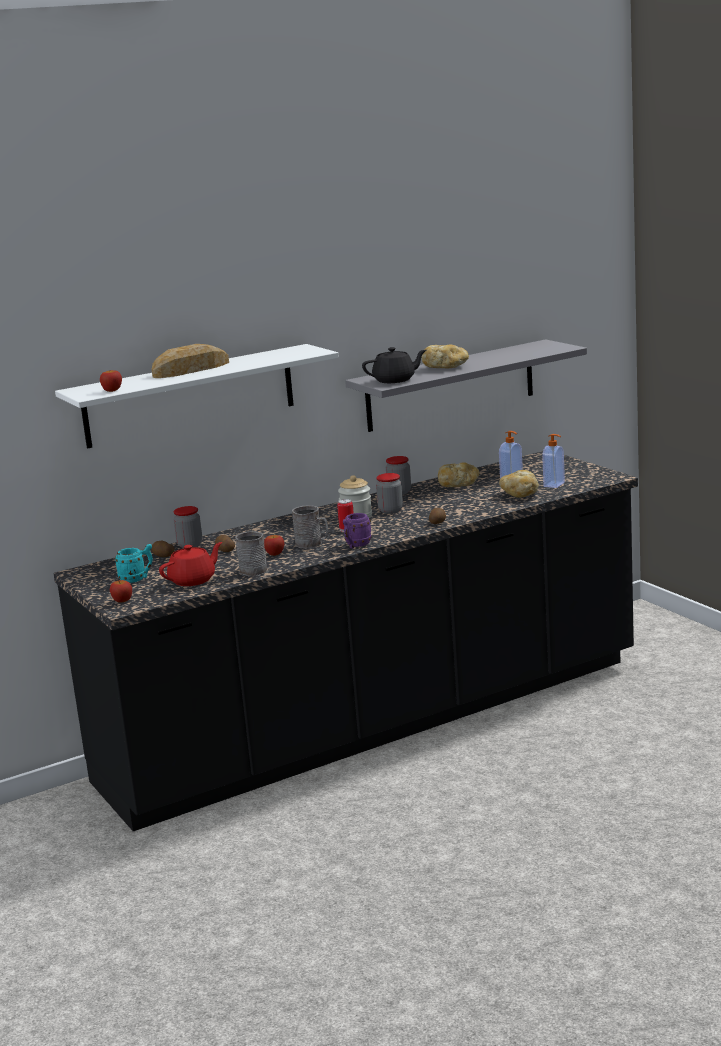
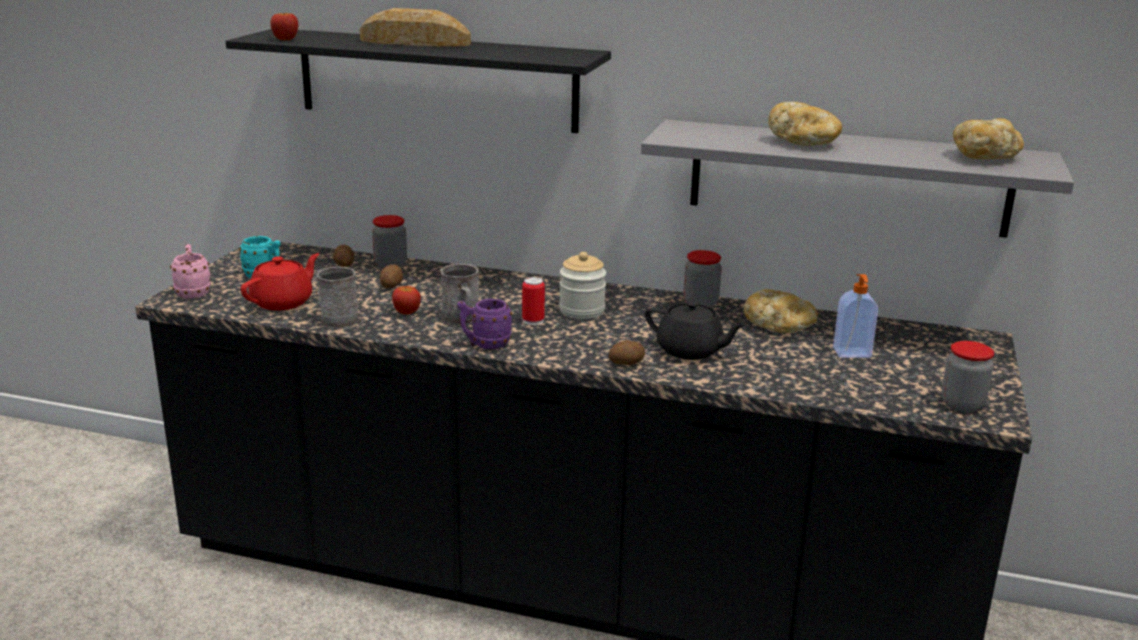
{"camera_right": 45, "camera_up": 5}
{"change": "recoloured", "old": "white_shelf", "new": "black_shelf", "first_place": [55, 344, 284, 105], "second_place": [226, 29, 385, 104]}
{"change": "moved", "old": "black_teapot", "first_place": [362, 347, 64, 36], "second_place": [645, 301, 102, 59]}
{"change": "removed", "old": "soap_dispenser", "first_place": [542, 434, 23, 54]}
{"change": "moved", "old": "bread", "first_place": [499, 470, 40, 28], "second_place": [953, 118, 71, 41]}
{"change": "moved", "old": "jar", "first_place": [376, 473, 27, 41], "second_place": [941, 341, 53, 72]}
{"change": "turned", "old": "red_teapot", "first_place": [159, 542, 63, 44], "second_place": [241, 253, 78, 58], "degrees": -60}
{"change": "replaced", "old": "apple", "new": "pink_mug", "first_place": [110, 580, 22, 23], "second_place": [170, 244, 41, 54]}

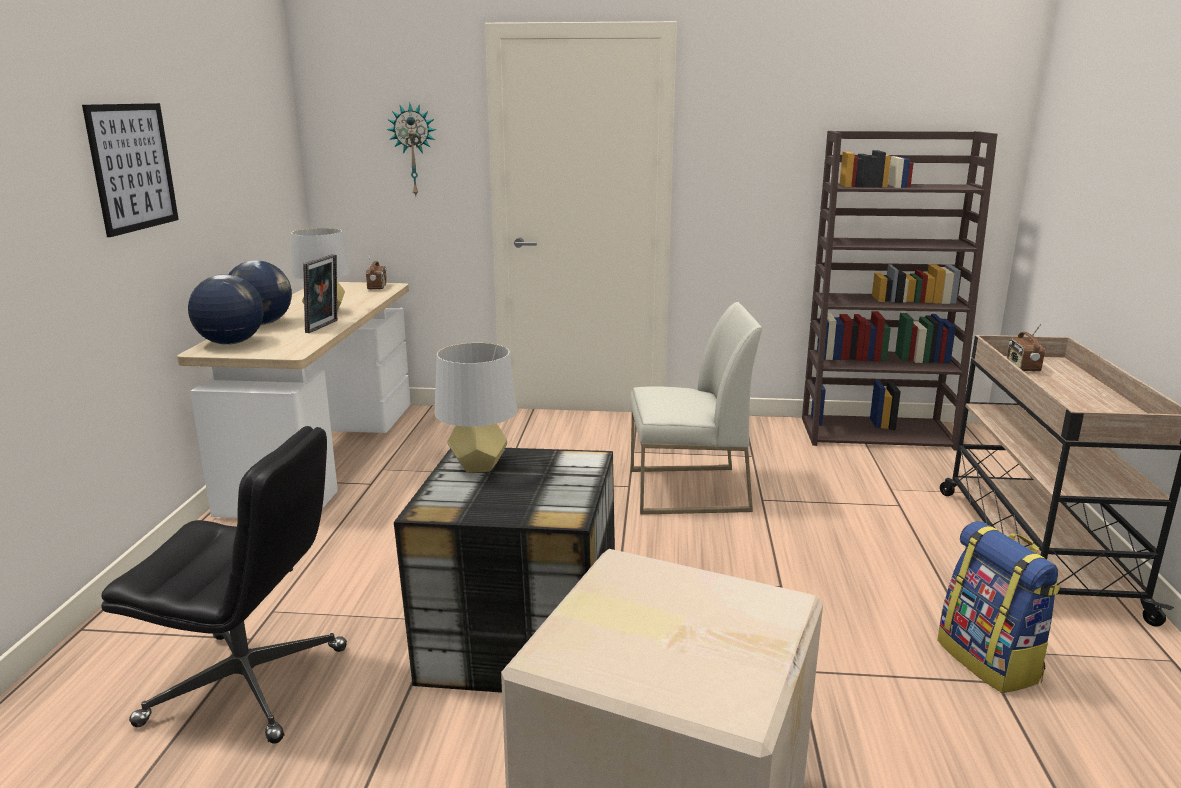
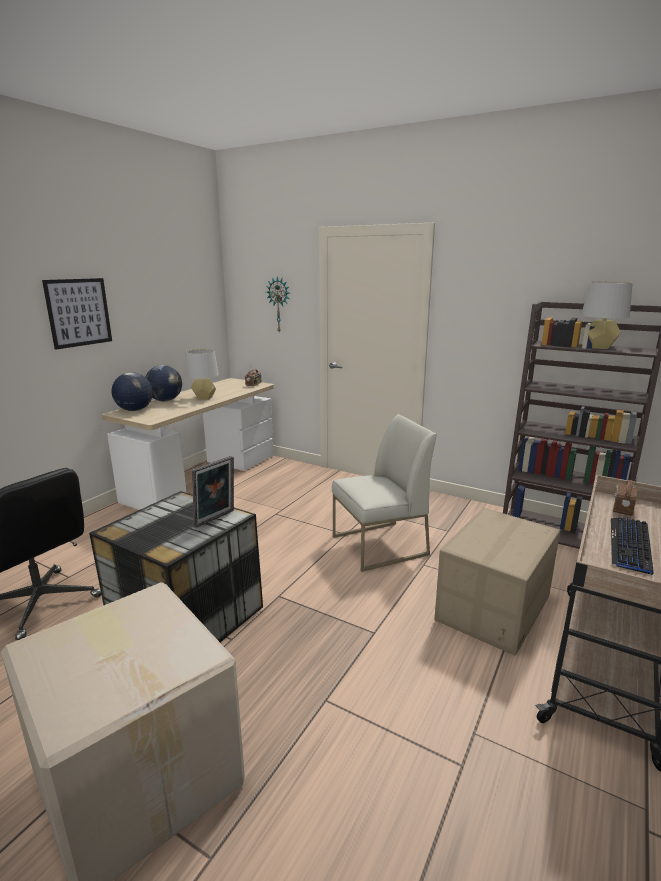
{"camera_right": 25, "camera_up": 0}
{"change": "moved", "old": "picture_frame", "first_place": [303, 254, 34, 79], "second_place": [192, 456, 42, 72]}
{"change": "turned", "old": "white_chair", "first_place": [630, 302, 132, 213], "second_place": [332, 414, 104, 158], "degrees": -45}
{"change": "moved", "old": "grey_table_lamp", "first_place": [435, 343, 82, 130], "second_place": [581, 282, 52, 67]}
{"change": "removed", "old": "backpack", "first_place": [937, 521, 123, 172]}
{"change": "added", "new": "cardboard_box", "second_place": [434, 508, 126, 148]}
{"change": "added", "new": "keyboard", "second_place": [611, 517, 43, 58]}

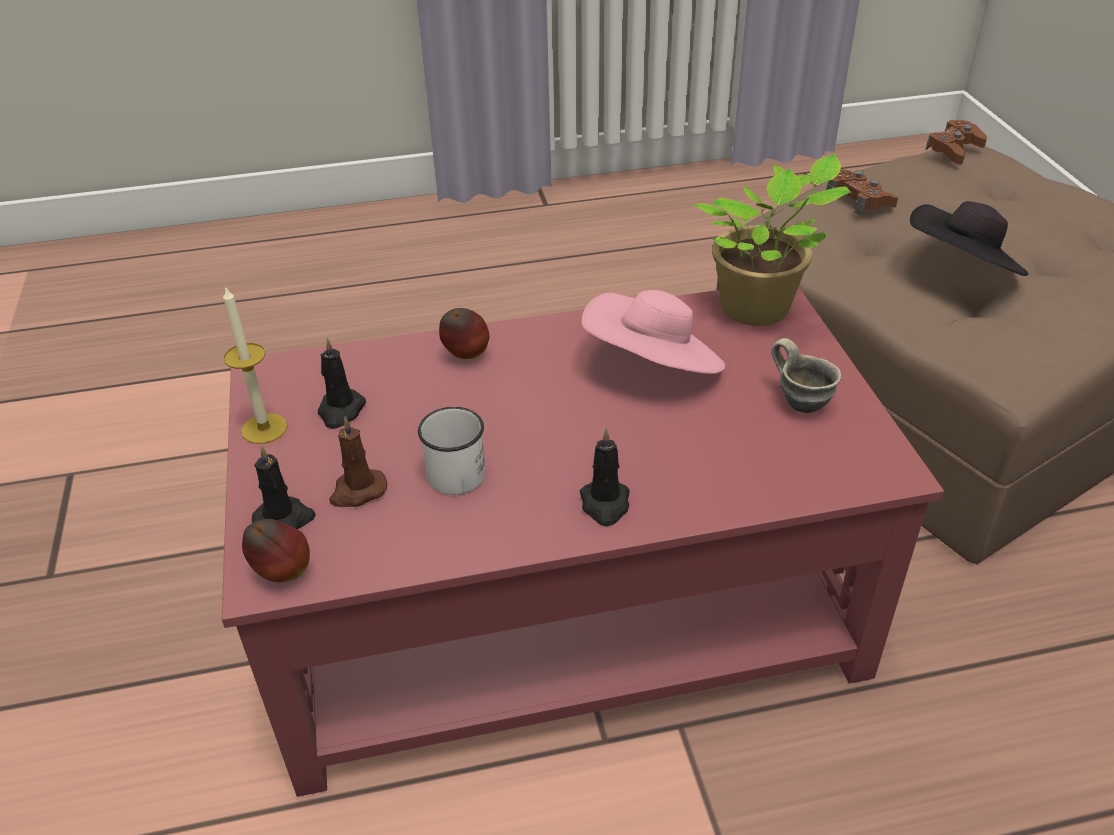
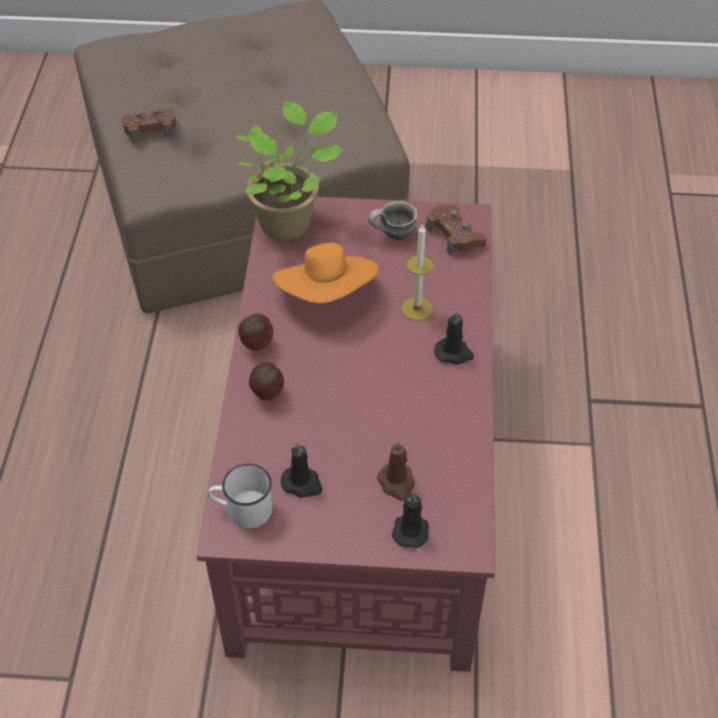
{"camera_right": -75, "camera_up": 10}
{"change": "moved", "old": "brown_game_controller", "first_place": [926, 120, 61, 45], "second_place": [426, 205, 61, 51]}
{"change": "removed", "old": "black_hat", "first_place": [910, 201, 118, 75]}
{"change": "moved", "old": "candle", "first_place": [223, 286, 65, 158], "second_place": [402, 224, 32, 97]}
{"change": "recoloured", "old": "pink_hat", "new": "orange_hat", "first_place": [581, 290, 144, 84], "second_place": [272, 243, 107, 61]}
{"change": "moved", "old": "white_mug", "first_place": [418, 407, 67, 88], "second_place": [208, 464, 64, 64]}
{"change": "moved", "old": "apple", "first_place": [242, 519, 68, 64], "second_place": [238, 314, 36, 37]}

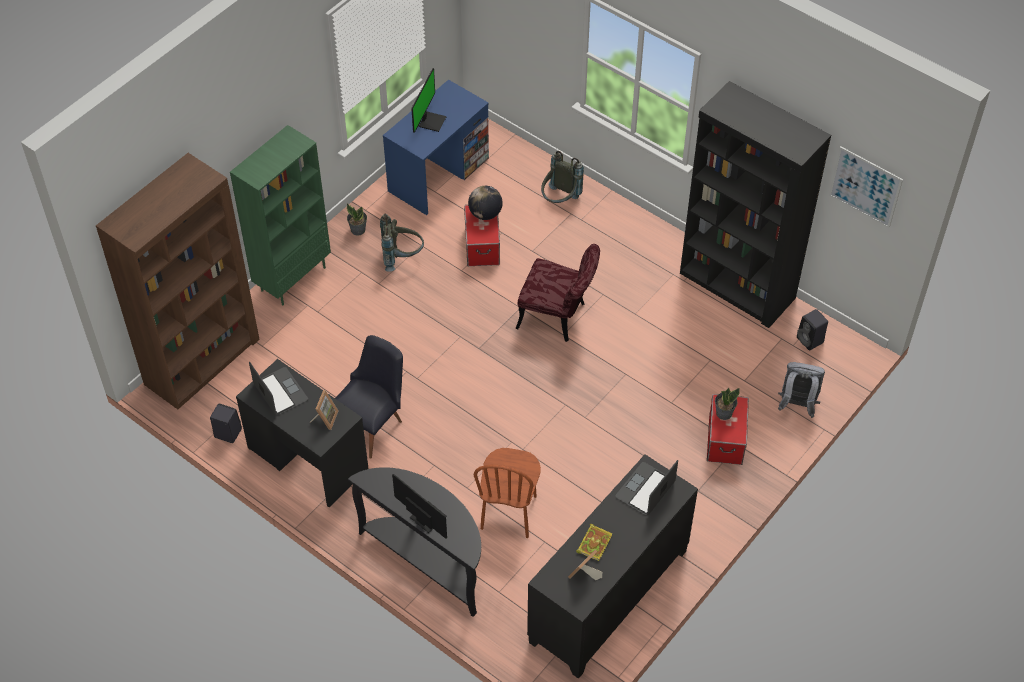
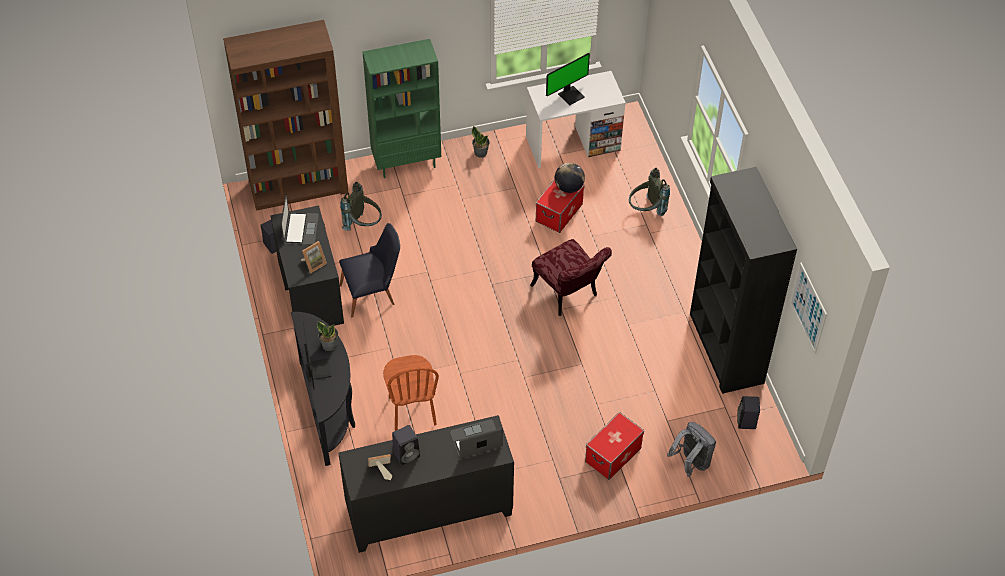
{"camera_right": 35, "camera_up": 0}
{"change": "recoloured", "old": "blue_desk", "new": "white_desk", "first_place": [383, 80, 106, 135], "second_place": [526, 71, 100, 97]}
{"change": "moved", "old": "grey_backpack", "first_place": [380, 213, 44, 59], "second_place": [340, 182, 42, 49]}
{"change": "moved", "old": "potted_plant", "first_place": [715, 388, 25, 32], "second_place": [317, 321, 21, 30]}
{"change": "turned", "old": "brown_chair", "first_place": [474, 448, 67, 90], "second_place": [383, 355, 56, 76], "degrees": -60}
{"change": "replaced", "old": "book", "new": "black_speaker", "first_place": [576, 524, 36, 37], "second_place": [392, 425, 28, 40]}

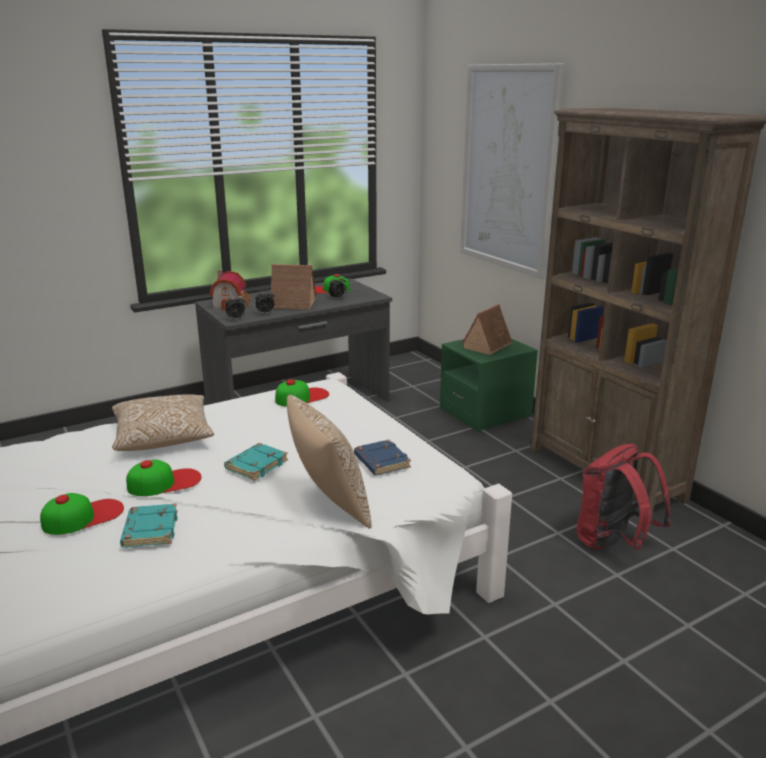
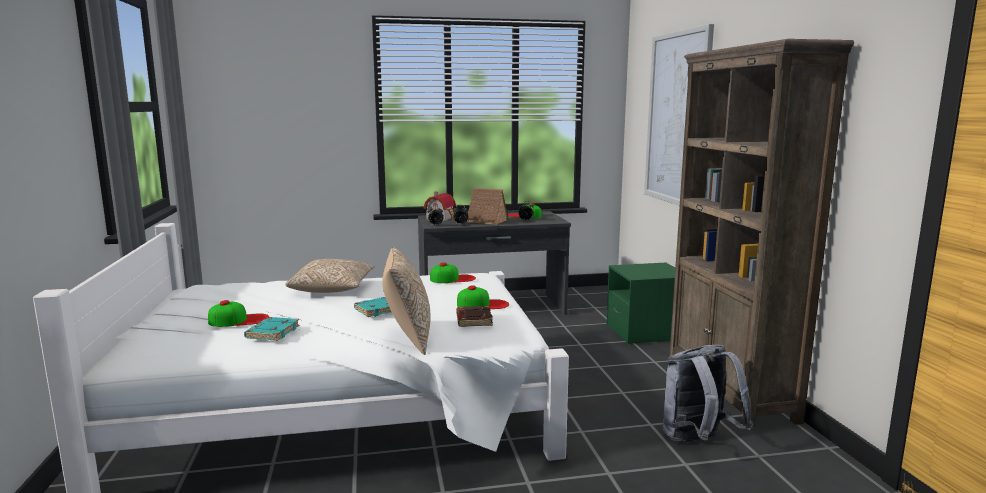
{"camera_right": 20, "camera_up": -10}
{"change": "removed", "old": "toy_house", "first_place": [461, 304, 52, 51]}
{"change": "recoloured", "old": "blue_book", "new": "brown_book", "first_place": [354, 440, 57, 36], "second_place": [456, 306, 37, 21]}
{"change": "recoloured", "old": "red_backpack", "new": "grey_backpack", "first_place": [577, 444, 94, 107], "second_place": [663, 345, 90, 98]}
{"change": "moved", "old": "cap", "first_place": [126, 459, 76, 37], "second_place": [457, 286, 52, 23]}

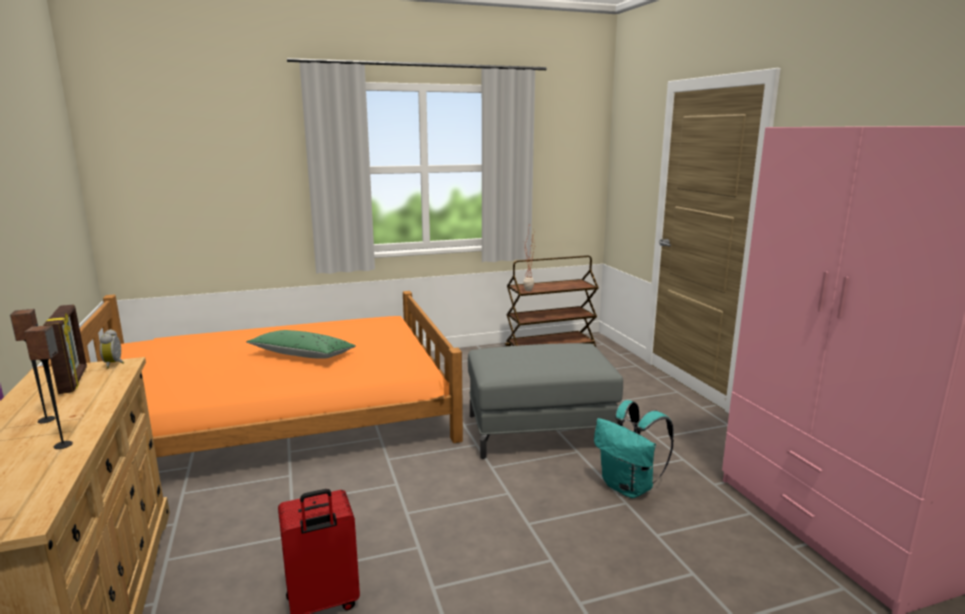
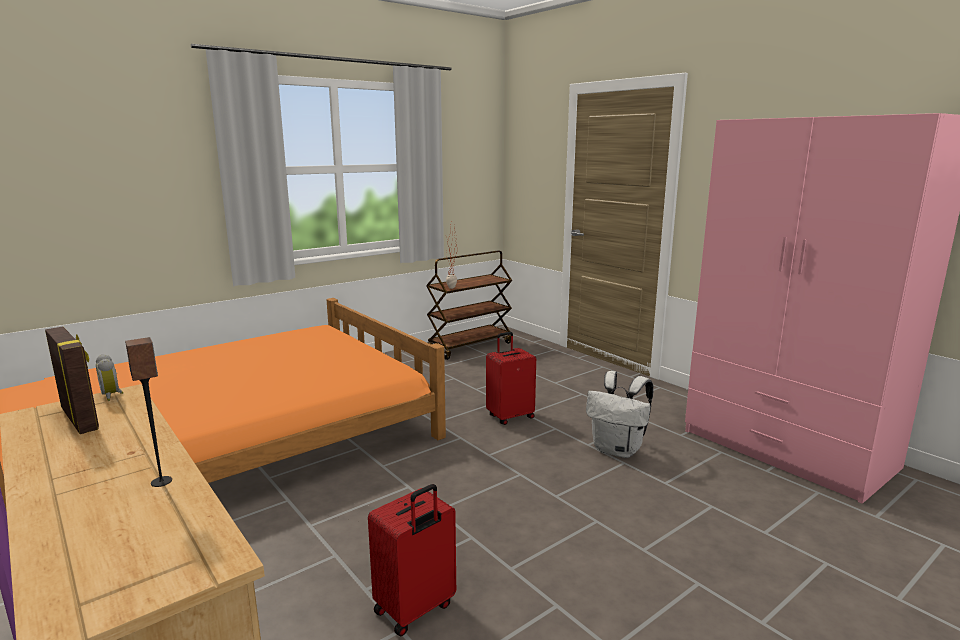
{"camera_right": -20, "camera_up": 0}
{"change": "removed", "old": "speaker", "first_place": [10, 309, 45, 114]}
{"change": "removed", "old": "green_pillow", "first_place": [246, 330, 110, 29]}
{"change": "replaced", "old": "grey_ottoman", "new": "red_suitcase", "first_place": [468, 343, 155, 116], "second_place": [486, 332, 50, 93]}
{"change": "recoloured", "old": "turquoise_backpack", "new": "white_backpack", "first_place": [594, 400, 80, 98], "second_place": [586, 371, 67, 87]}

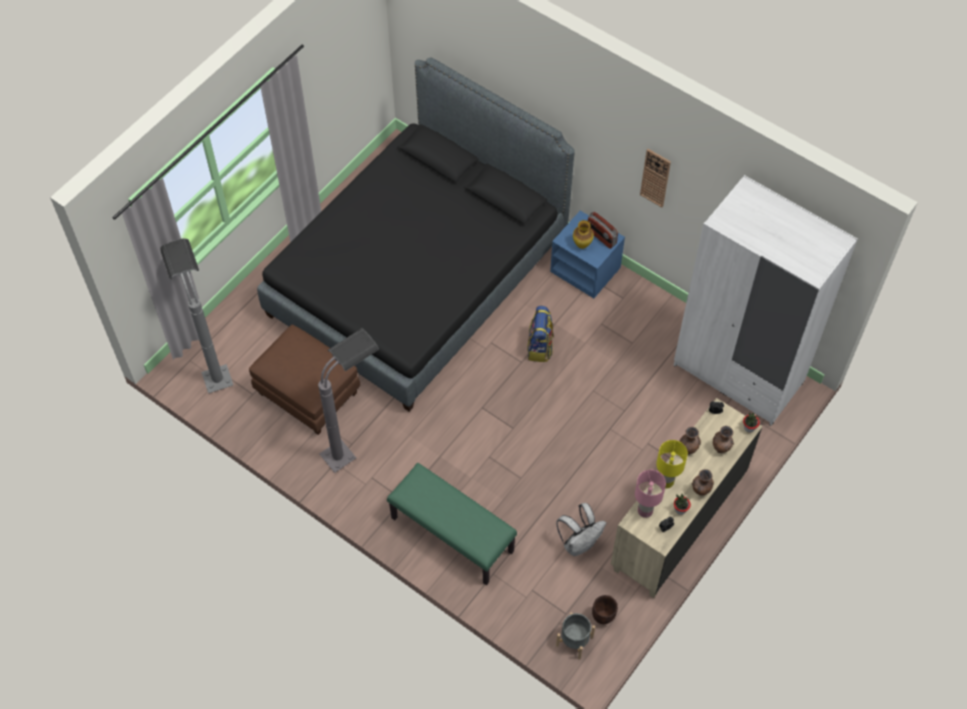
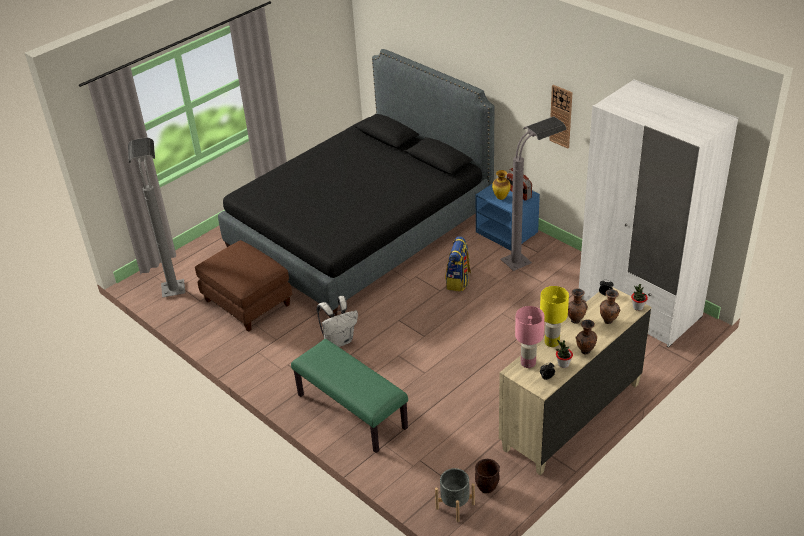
{"camera_right": 10, "camera_up": -20}
{"change": "moved", "old": "grey_floor_lamp", "first_place": [318, 328, 61, 145], "second_place": [501, 117, 66, 154]}
{"change": "moved", "old": "white_backpack", "first_place": [556, 503, 50, 53], "second_place": [317, 296, 41, 51]}

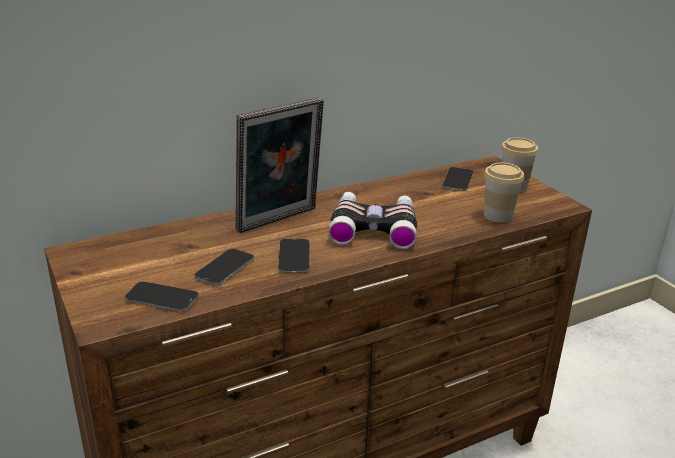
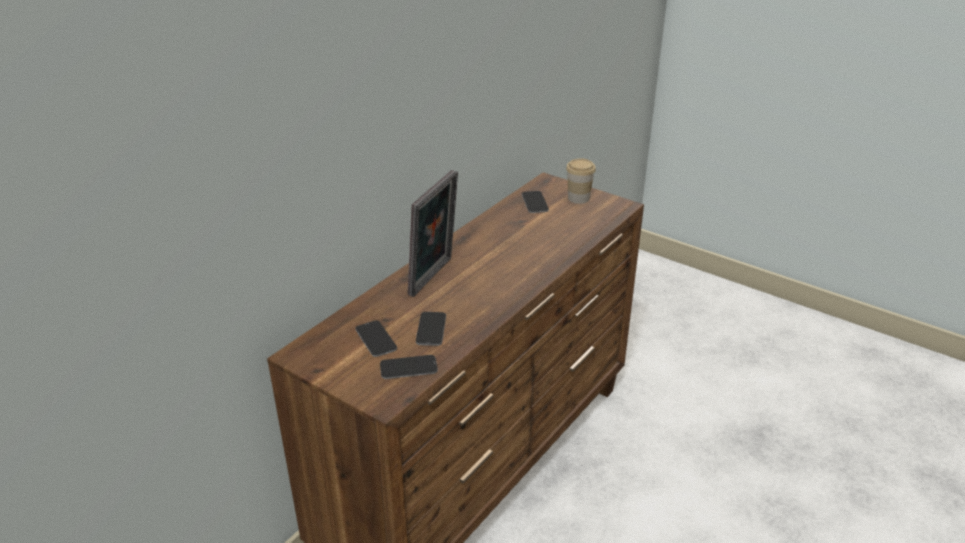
{"camera_right": -25, "camera_up": 5}
{"change": "removed", "old": "cup", "first_place": [484, 163, 40, 60]}
{"change": "removed", "old": "binoculars", "first_place": [328, 192, 89, 57]}
{"change": "moved", "old": "phone", "first_place": [278, 239, 32, 34], "second_place": [355, 321, 42, 36]}

